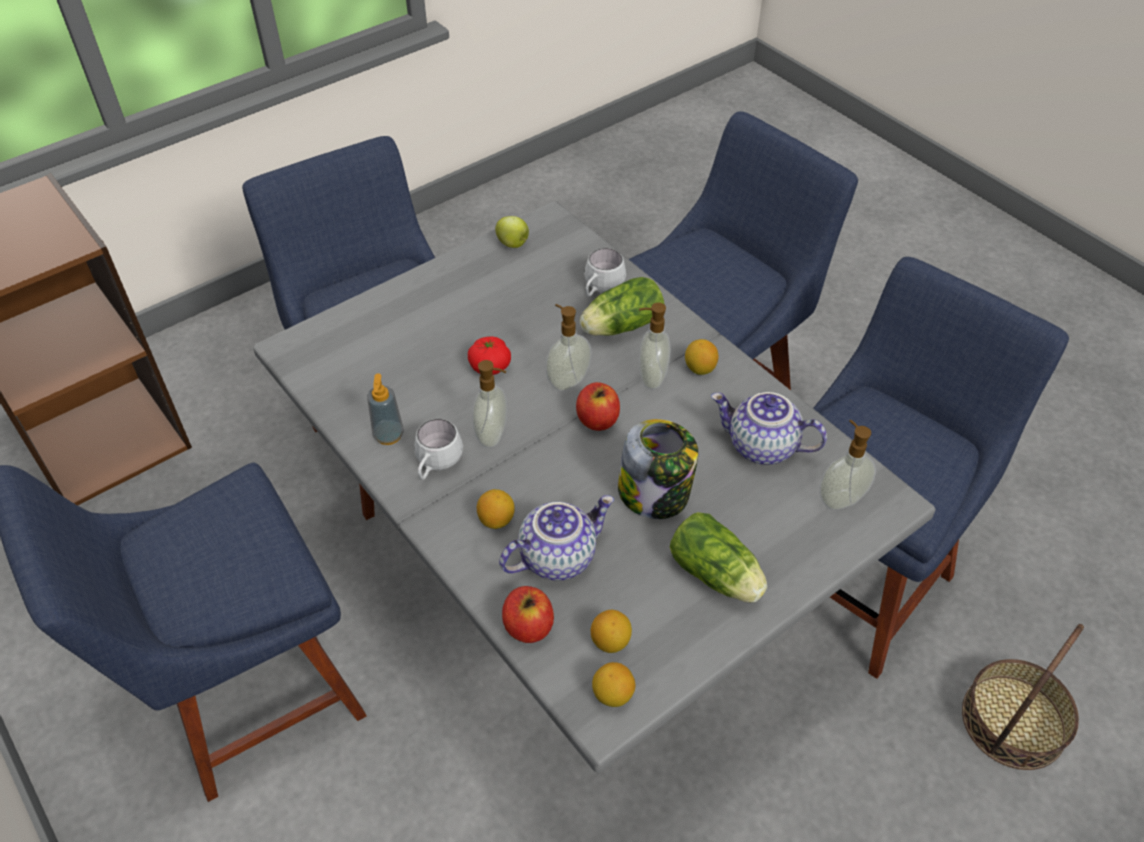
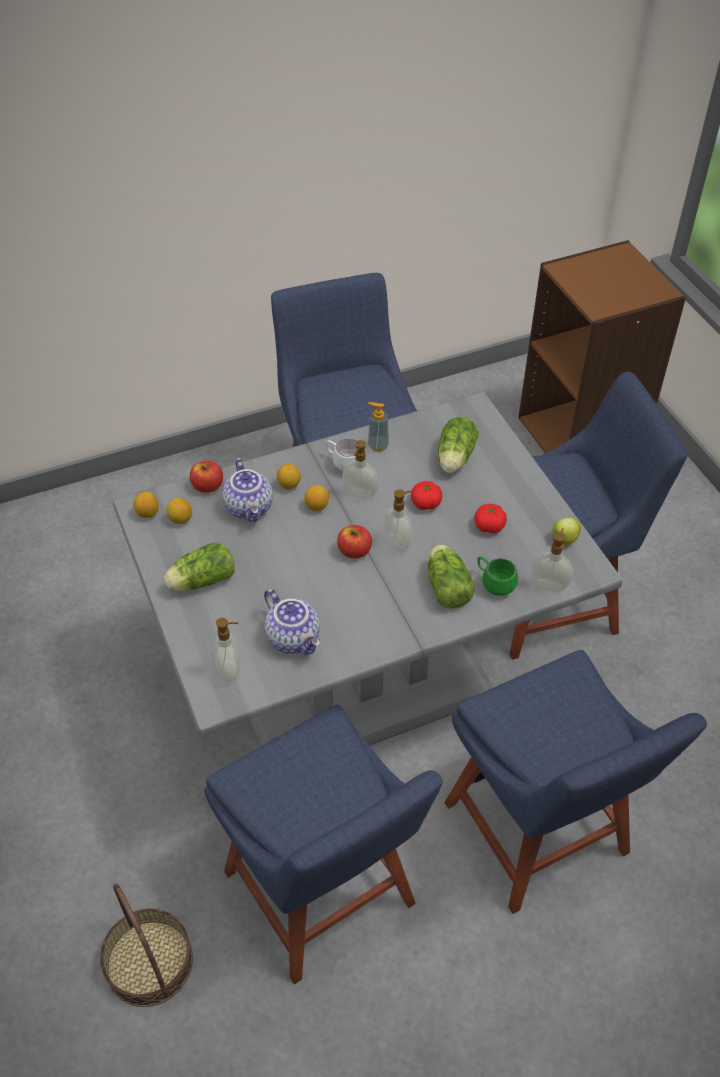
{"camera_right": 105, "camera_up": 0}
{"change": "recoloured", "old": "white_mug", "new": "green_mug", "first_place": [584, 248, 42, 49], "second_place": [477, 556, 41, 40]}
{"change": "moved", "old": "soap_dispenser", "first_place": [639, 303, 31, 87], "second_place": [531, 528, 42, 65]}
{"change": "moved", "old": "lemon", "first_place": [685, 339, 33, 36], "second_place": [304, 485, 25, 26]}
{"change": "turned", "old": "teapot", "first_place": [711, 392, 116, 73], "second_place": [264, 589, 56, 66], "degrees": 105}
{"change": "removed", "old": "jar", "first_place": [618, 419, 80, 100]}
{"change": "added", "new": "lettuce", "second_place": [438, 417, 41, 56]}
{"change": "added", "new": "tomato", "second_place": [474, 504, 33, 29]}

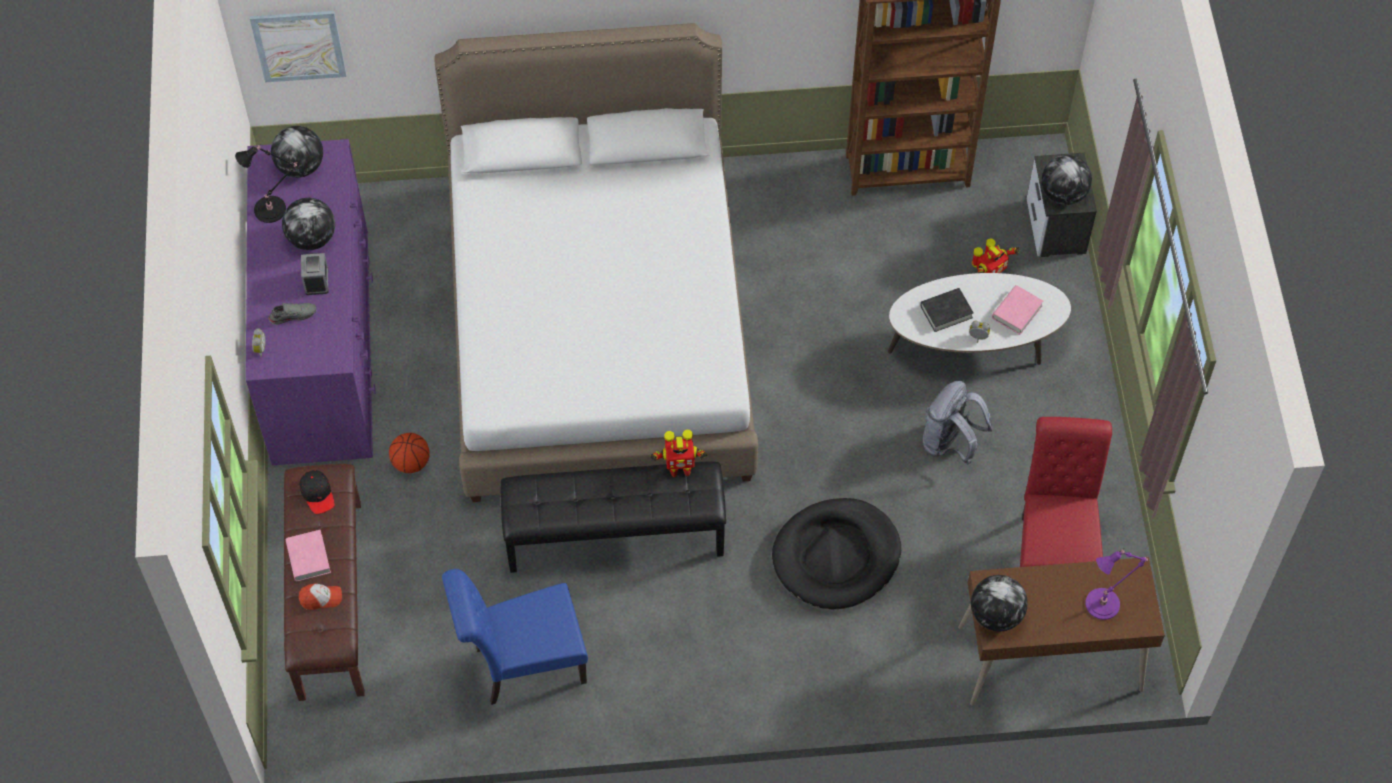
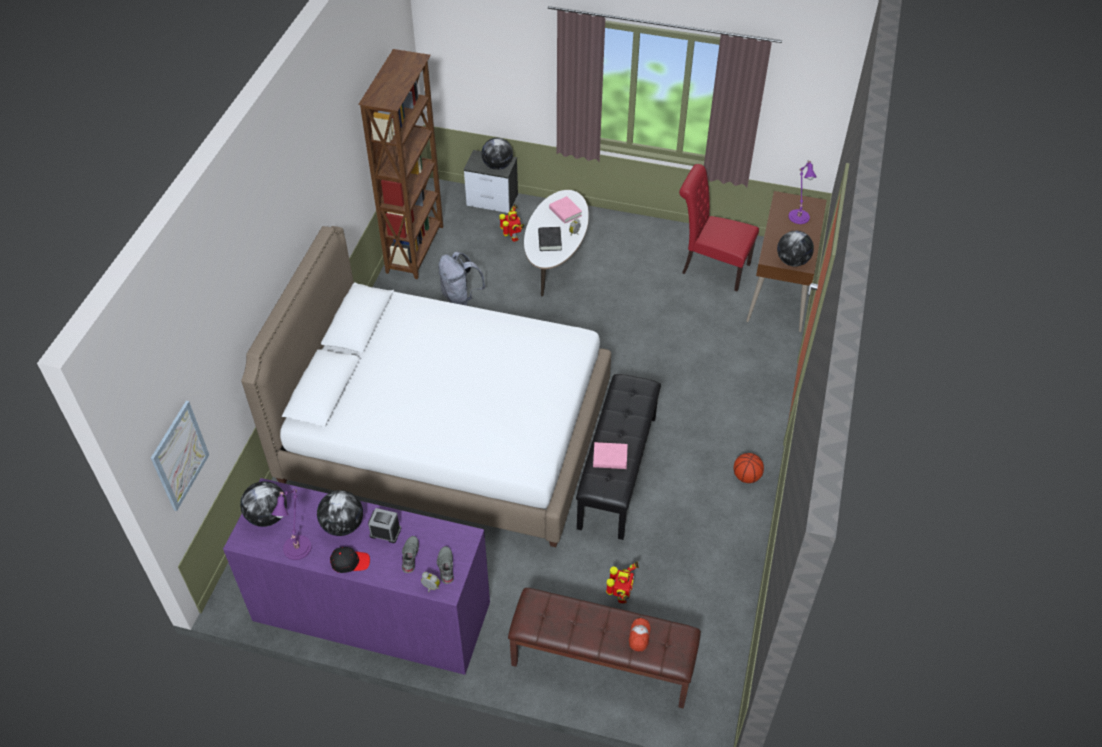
{"camera_right": -70, "camera_up": -10}
{"change": "recoloured", "old": "black_table_lamp", "new": "purple_table_lamp", "first_place": [235, 144, 62, 79], "second_place": [271, 489, 41, 71]}
{"change": "moved", "old": "grey_backpack", "first_place": [923, 381, 70, 83], "second_place": [438, 251, 48, 55]}
{"change": "moved", "old": "toy_robot", "first_place": [649, 430, 58, 47], "second_place": [606, 561, 33, 43]}
{"change": "moved", "old": "basketball", "first_place": [389, 433, 41, 40], "second_place": [734, 453, 30, 30]}
{"change": "moved", "old": "black_cap", "first_place": [299, 470, 35, 44], "second_place": [330, 547, 40, 26]}
{"change": "removed", "old": "black_dog_bed", "first_place": [772, 498, 129, 112]}
{"change": "moved", "old": "pink_book", "first_place": [286, 530, 45, 51], "second_place": [593, 442, 35, 27]}
{"change": "removed", "old": "blue_chair", "first_place": [442, 569, 146, 136]}
{"change": "added", "new": "grey_shoe", "second_place": [437, 546, 17, 38]}

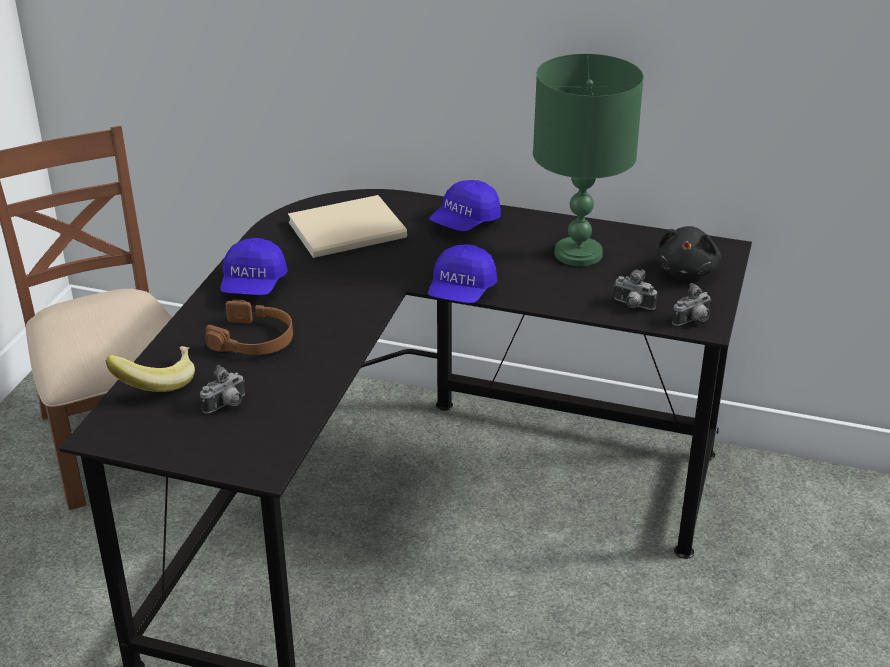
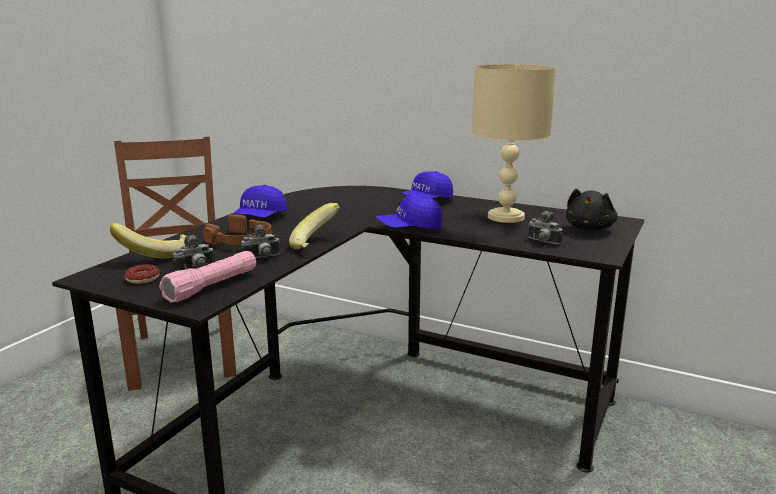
{"camera_right": 10, "camera_up": -15}
{"change": "recoloured", "old": "green_table_lamp", "new": "beige_table_lamp", "first_place": [533, 54, 111, 212], "second_place": [472, 64, 84, 159]}
{"change": "removed", "old": "beige_book", "first_place": [288, 195, 119, 63]}
{"change": "turned", "old": "blue_cap", "first_place": [428, 244, 69, 59], "second_place": [376, 195, 66, 35], "degrees": 45}
{"change": "moved", "old": "photo_camera", "first_place": [672, 283, 39, 43], "second_place": [241, 225, 39, 33]}
{"change": "added", "new": "banana", "second_place": [289, 203, 51, 46]}
{"change": "added", "new": "pink_flashlight", "second_place": [159, 251, 97, 52]}
{"change": "added", "new": "donut", "second_place": [124, 264, 36, 20]}

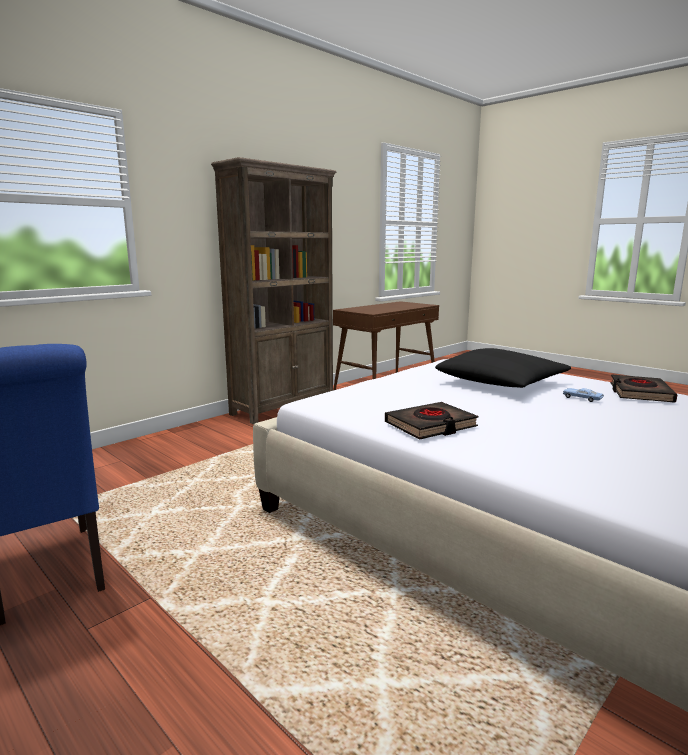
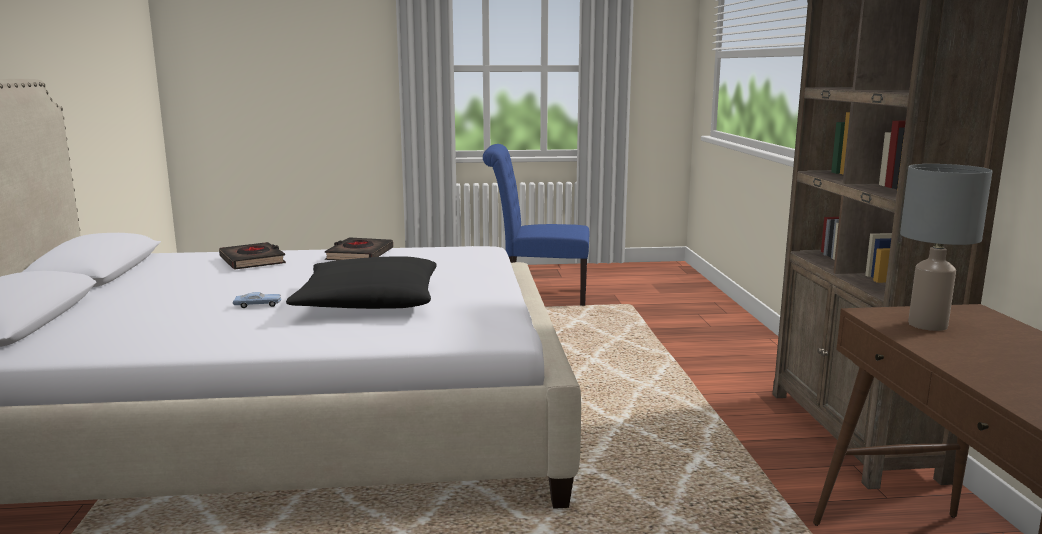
{"camera_right": 130, "camera_up": 0}
{"change": "moved", "old": "black_book", "first_place": [610, 374, 67, 29], "second_place": [219, 242, 67, 27]}
{"change": "added", "new": "grey_table_lamp", "second_place": [900, 164, 93, 167]}

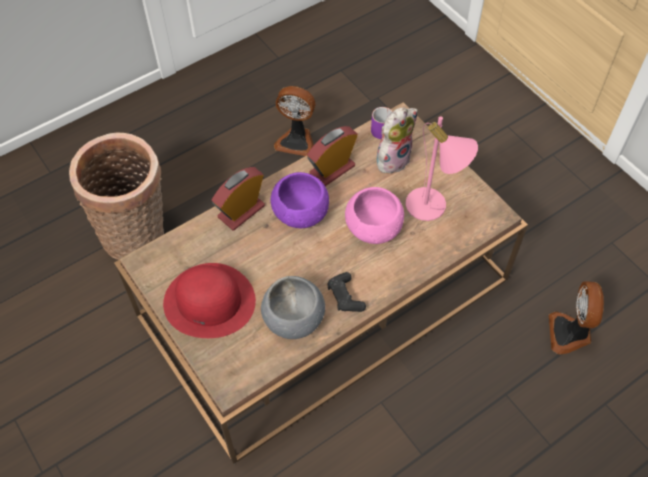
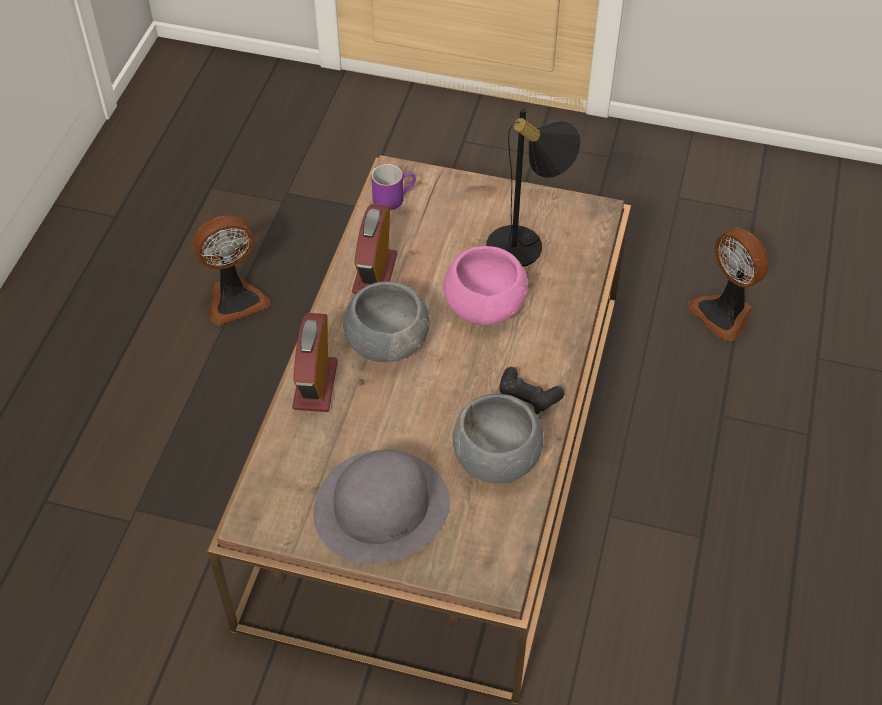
{"camera_right": -40, "camera_up": -5}
{"change": "removed", "old": "plush_toy", "first_place": [376, 107, 42, 67]}
{"change": "recoloured", "old": "pink_table_lamp", "new": "black_table_lamp", "first_place": [406, 116, 72, 105], "second_place": [486, 108, 95, 159]}
{"change": "removed", "old": "basket", "first_place": [69, 133, 95, 127]}
{"change": "recoloured", "old": "purple_bowl", "new": "grey_bowl", "first_place": [271, 172, 58, 56], "second_place": [343, 282, 87, 80]}
{"change": "recoloured", "old": "red_hat", "new": "grey_hat", "first_place": [163, 263, 93, 75], "second_place": [313, 450, 137, 113]}

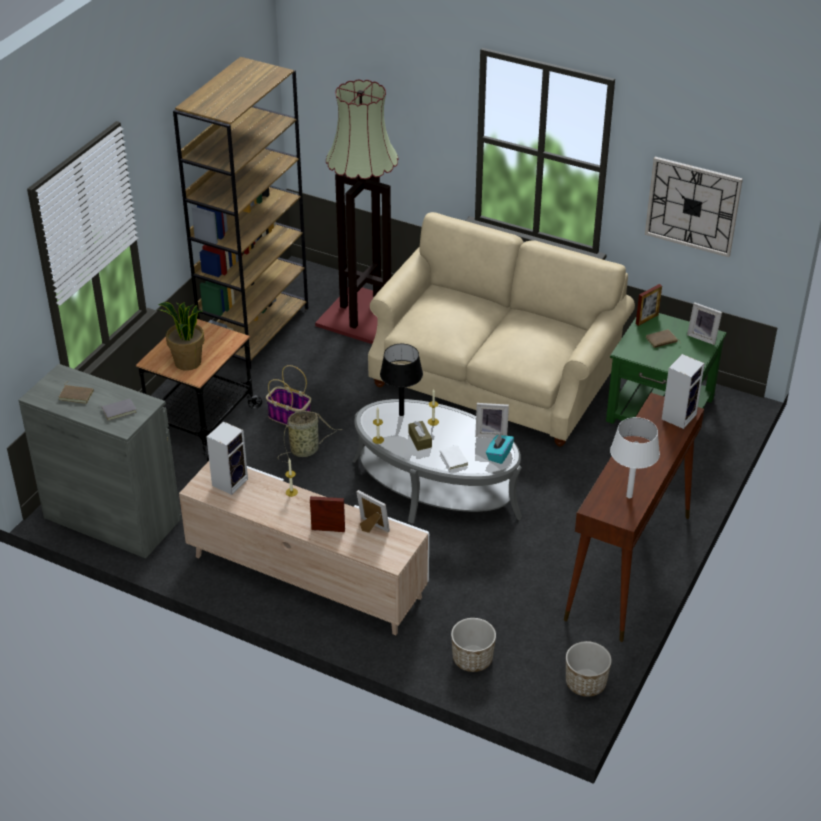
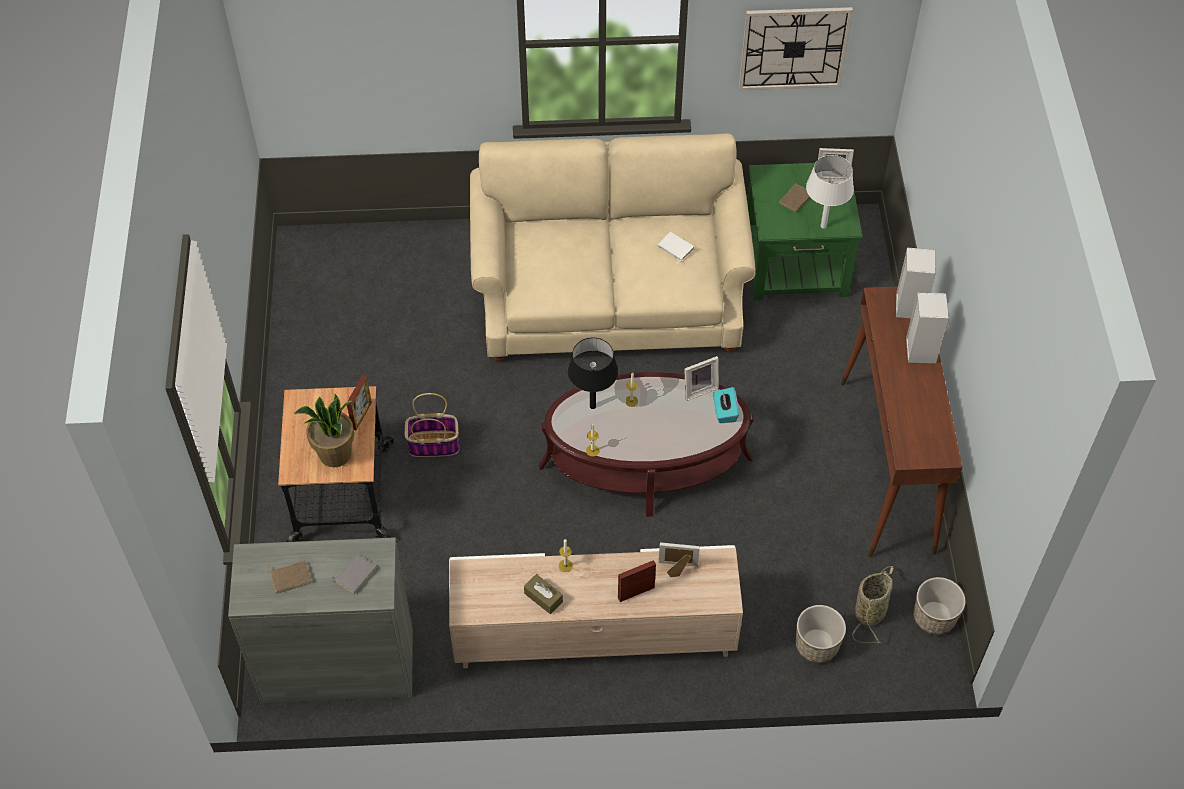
{"camera_right": -30, "camera_up": 15}
{"change": "removed", "old": "brown_bookcase", "first_place": [173, 57, 135, 312]}
{"change": "removed", "old": "floor_lamp", "first_place": [315, 79, 83, 265]}
{"change": "moved", "old": "picture_frame", "first_place": [636, 284, 26, 42], "second_place": [347, 375, 25, 55]}
{"change": "recoloured", "old": "grey_coffee_table", "new": "brown_coffee_table", "first_place": [353, 399, 169, 125], "second_place": [539, 372, 214, 145]}
{"change": "moved", "old": "basket", "first_place": [278, 410, 65, 54], "second_place": [852, 566, 41, 77]}
{"change": "moved", "old": "white_table_lamp", "first_place": [610, 417, 50, 81], "second_place": [806, 155, 48, 74]}
{"change": "moved", "old": "speaker", "first_place": [207, 421, 41, 74], "second_place": [906, 293, 43, 70]}
{"change": "moved", "old": "brown_tissue_box", "first_place": [408, 421, 24, 30], "second_place": [524, 574, 39, 40]}
{"change": "moved", "old": "white_book", "first_place": [440, 445, 28, 25], "second_place": [658, 232, 36, 31]}

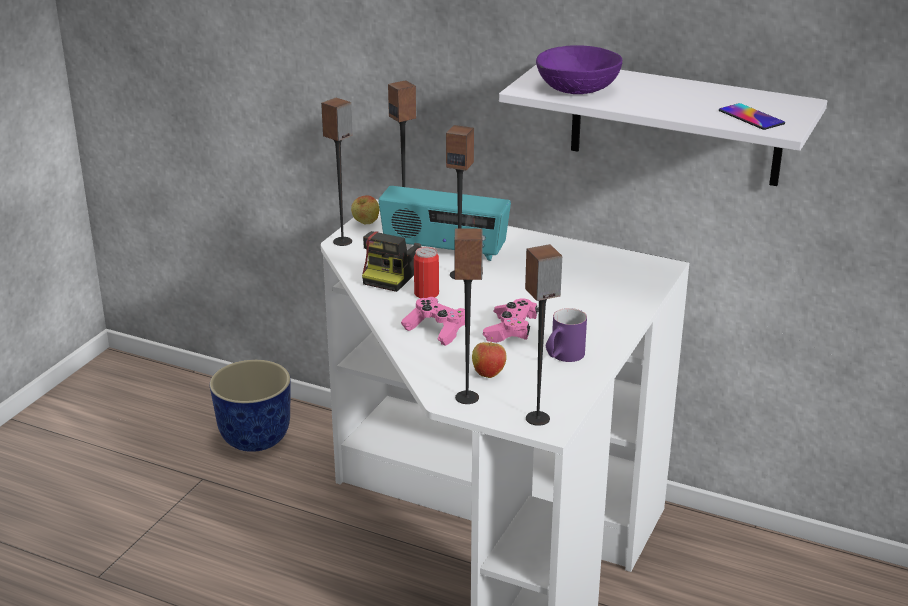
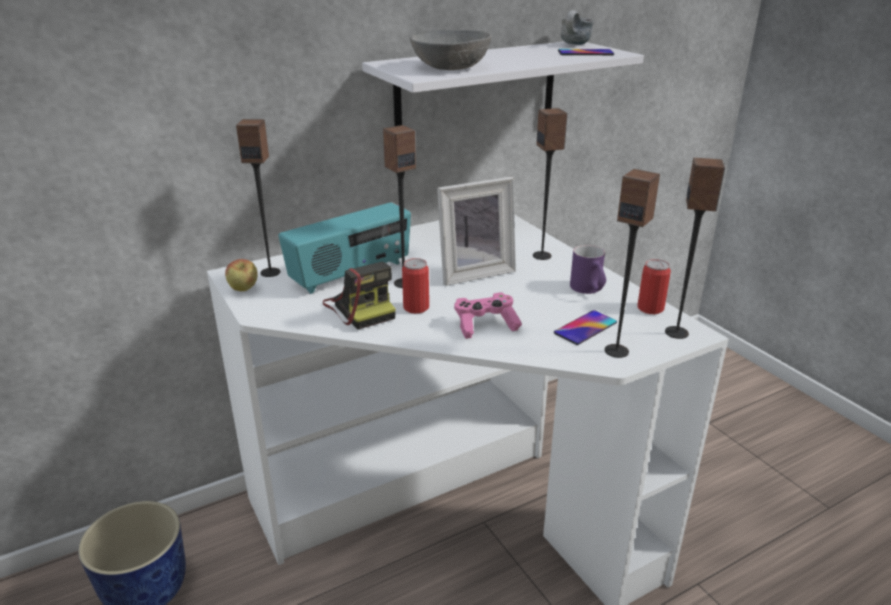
{"camera_right": -55, "camera_up": 0}
{"change": "recoloured", "old": "purple_bowl", "new": "grey_bowl", "first_place": [536, 45, 86, 49], "second_place": [410, 30, 82, 40]}
{"change": "moved", "old": "speaker", "first_place": [321, 98, 32, 148], "second_place": [533, 108, 35, 152]}
{"change": "removed", "old": "pink_game_controller", "first_place": [483, 298, 56, 45]}
{"change": "replaced", "old": "apple", "new": "phone", "first_place": [472, 337, 35, 41], "second_place": [554, 310, 63, 35]}
{"change": "added", "new": "mug", "second_place": [561, 10, 33, 35]}
{"change": "added", "new": "picture_frame", "second_place": [437, 177, 79, 109]}
{"change": "added", "new": "can", "second_place": [637, 259, 34, 55]}

